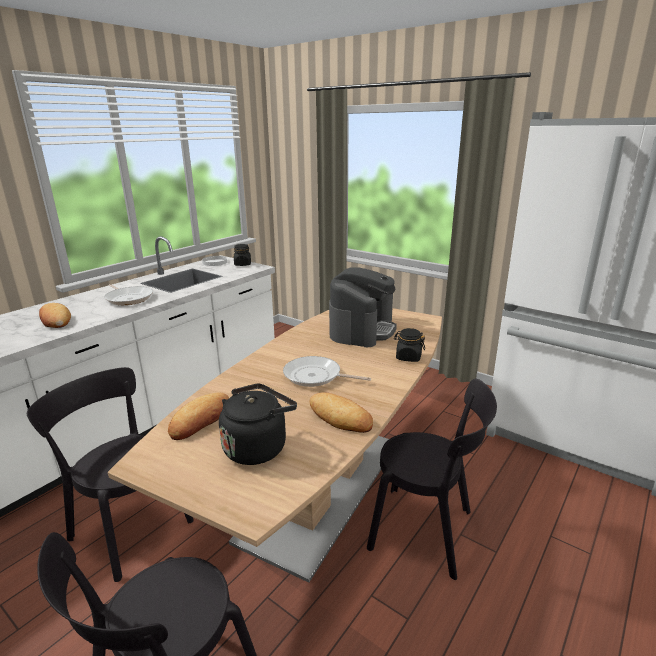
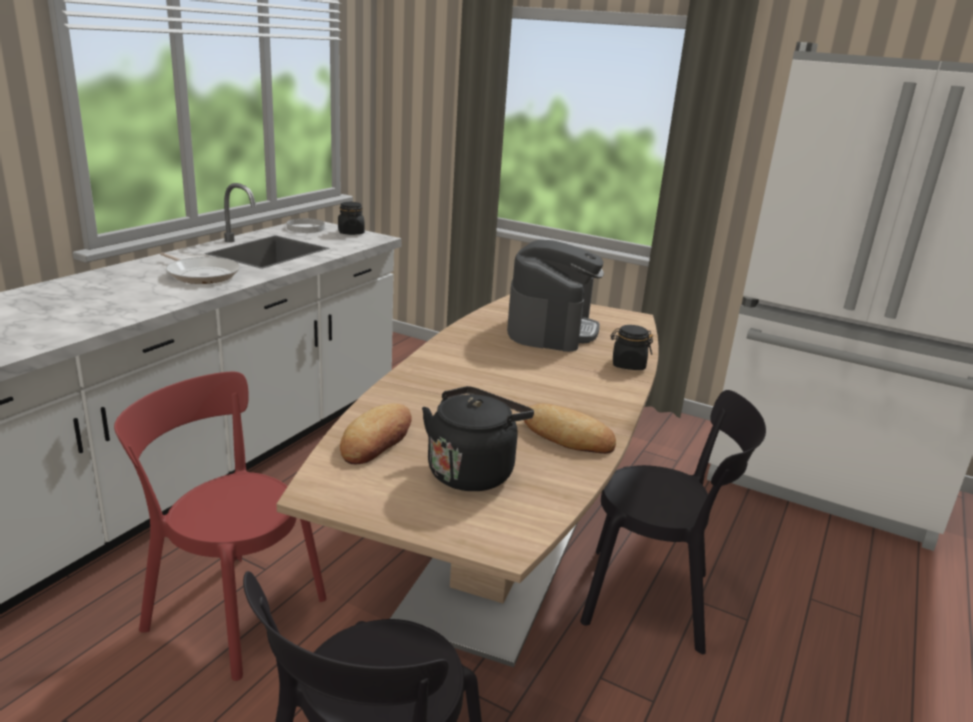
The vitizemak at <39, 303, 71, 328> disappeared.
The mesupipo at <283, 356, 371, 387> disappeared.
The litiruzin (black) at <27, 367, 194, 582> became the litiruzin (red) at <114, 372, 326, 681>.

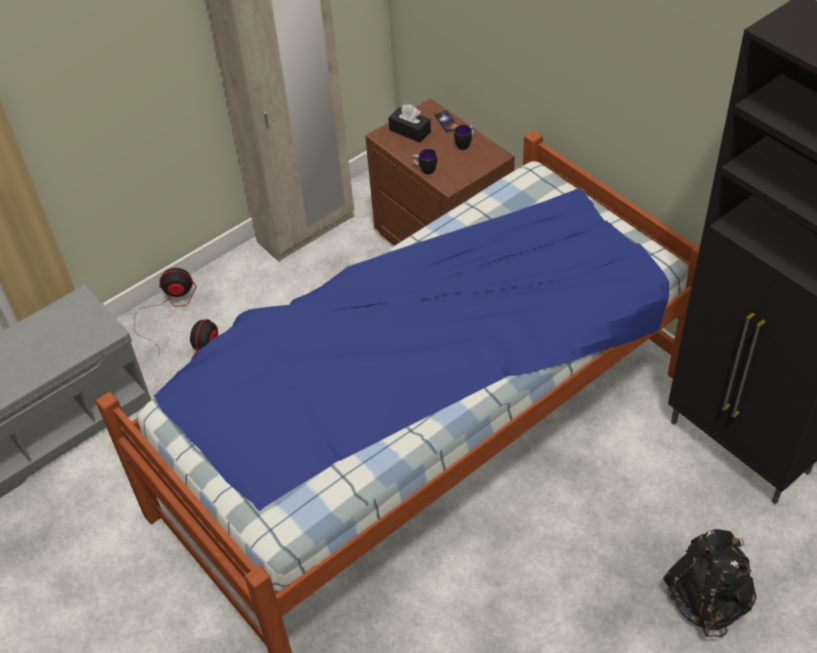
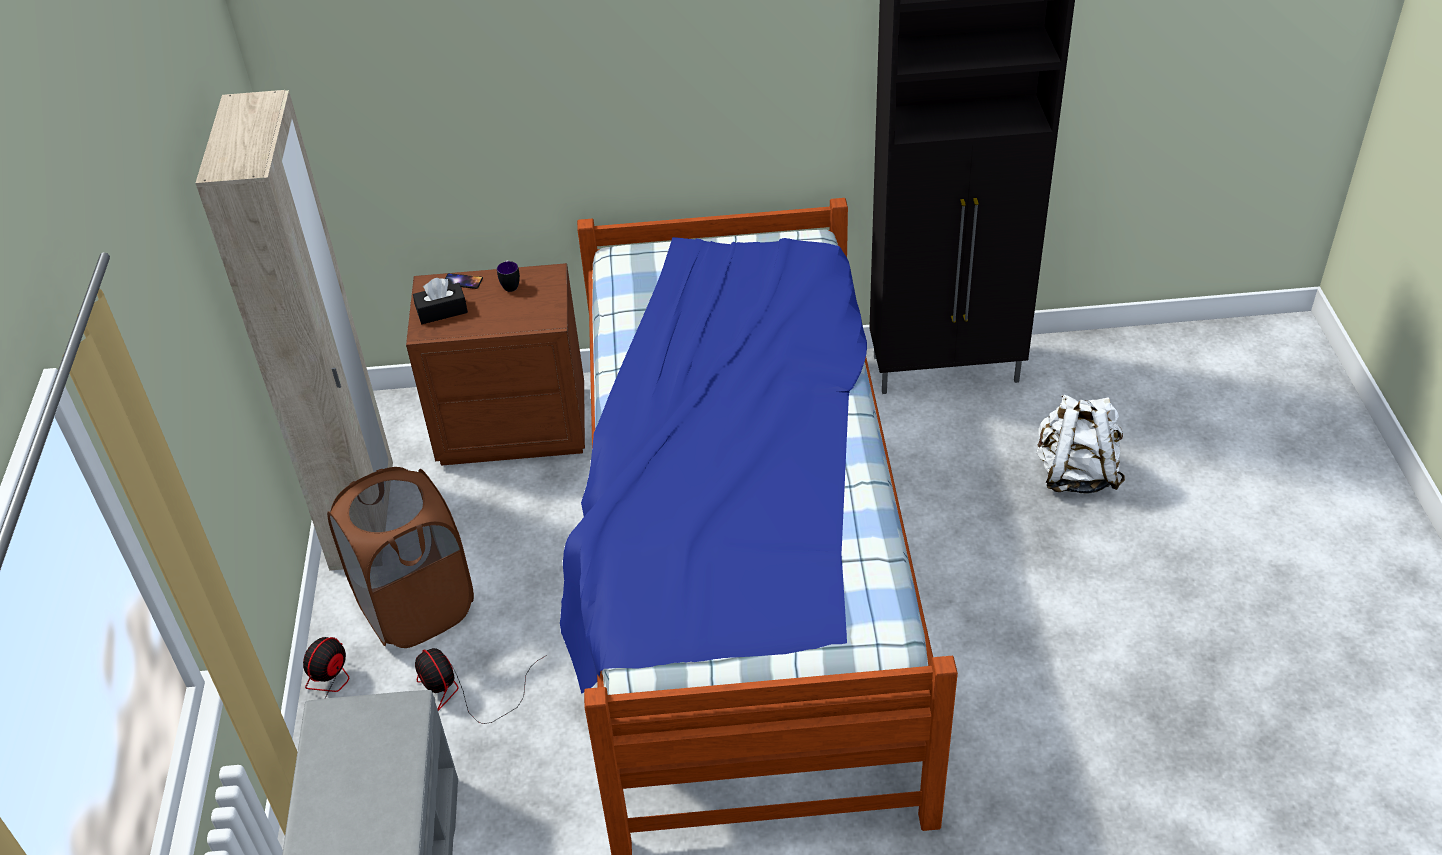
The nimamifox at <412, 149, 437, 174> disappeared.
The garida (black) at <663, 529, 757, 637> became the garida (white) at <1037, 394, 1125, 493>.
The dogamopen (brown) at <327, 467, 474, 648> appeared.

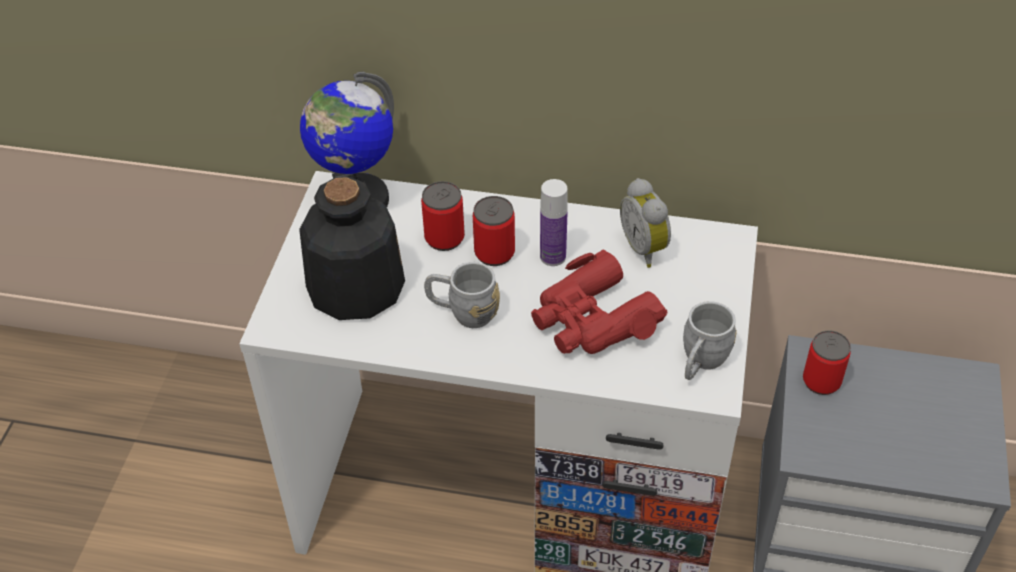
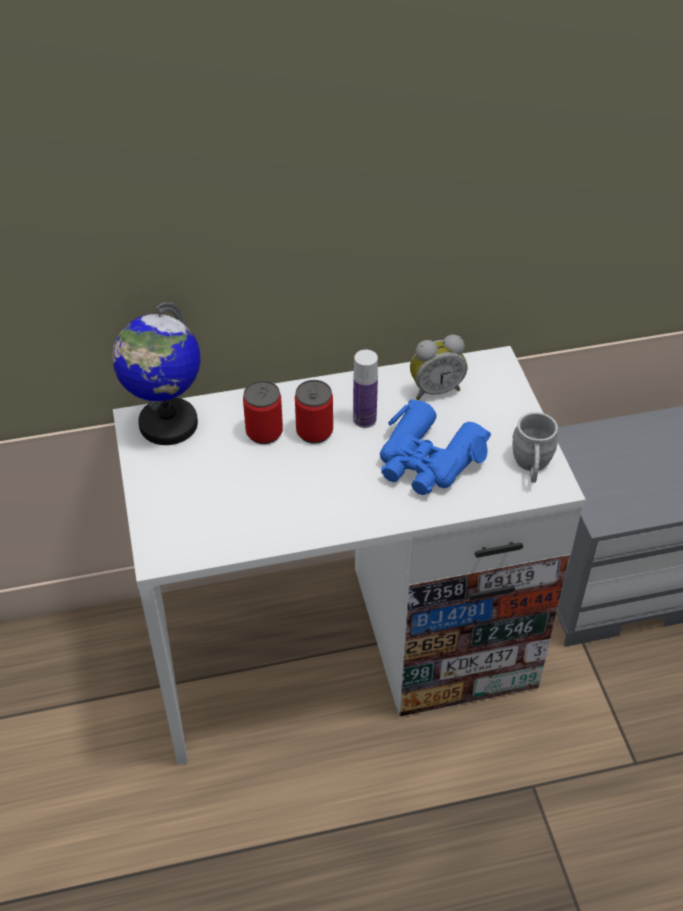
The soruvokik at <299, 177, 405, 320> disappeared.
The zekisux at <620, 178, 671, 268> turned 60 degrees counterclockwise.
The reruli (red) at <531, 249, 667, 354> became the reruli (blue) at <380, 399, 491, 495>.
The nimamifox (grey) at <424, 262, 500, 328> disappeared.
The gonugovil at <803, 331, 851, 395> disappeared.

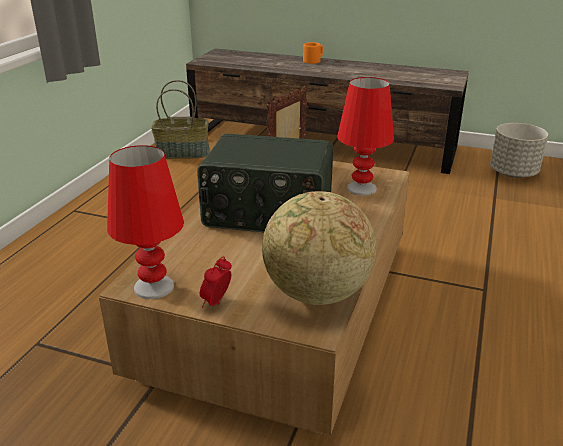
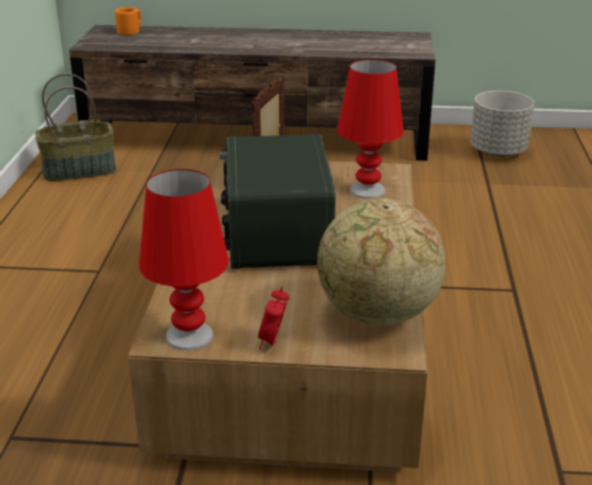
The nimamifox (orange) moved from <303, 42, 323, 64> to <115, 7, 141, 35>.
The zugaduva at <197, 134, 333, 232> turned 90 degrees clockwise.

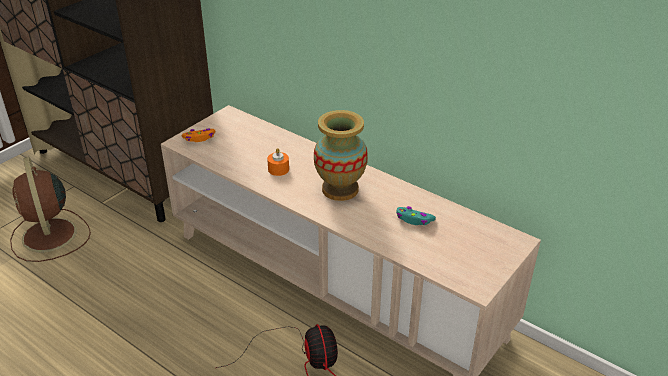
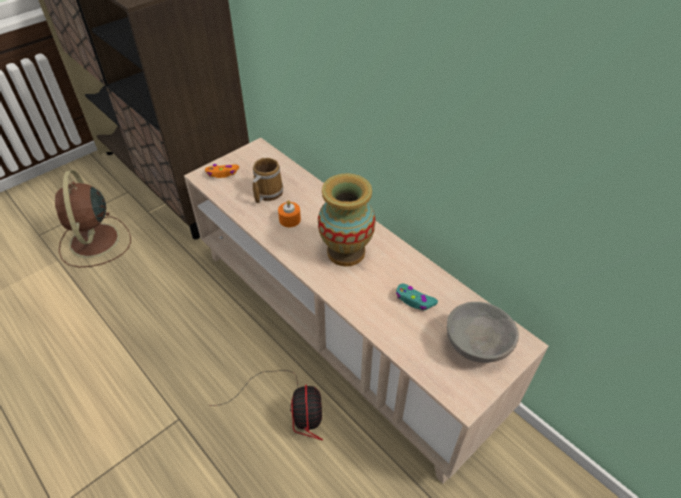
The nimamifox at <253, 158, 284, 203> appeared.
The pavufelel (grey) at <447, 302, 519, 363> appeared.

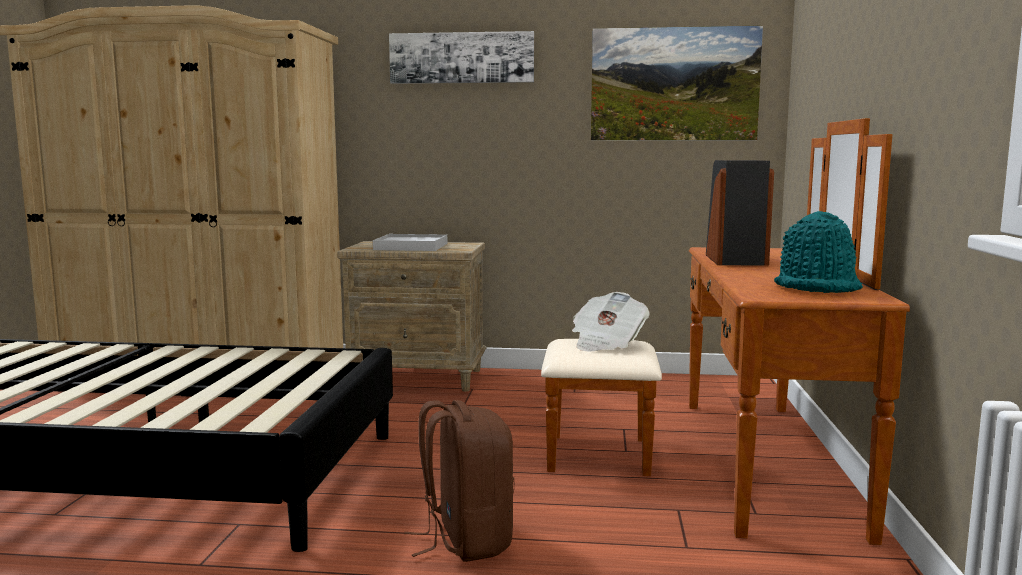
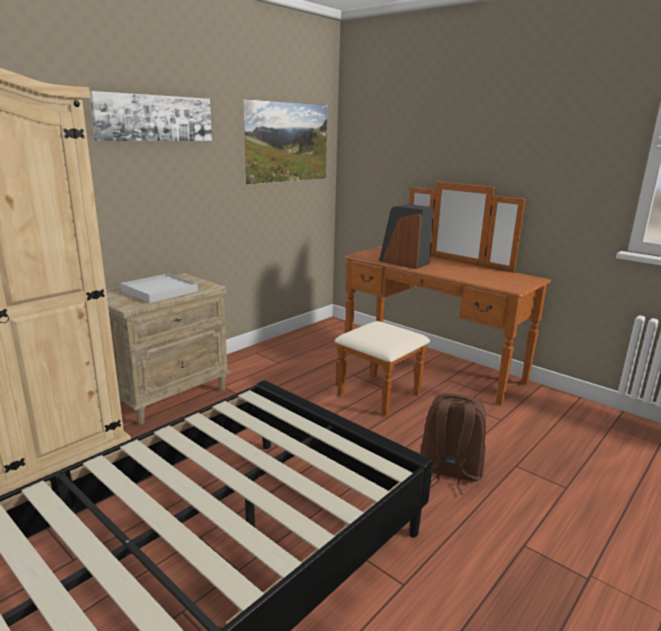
The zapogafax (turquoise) at <774, 211, 863, 293> disappeared.
The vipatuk at <572, 292, 650, 352> disappeared.

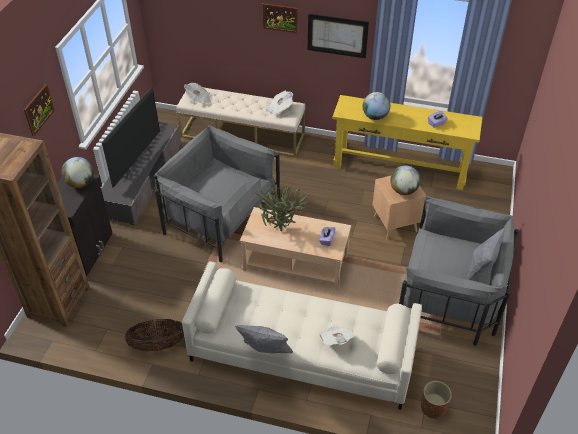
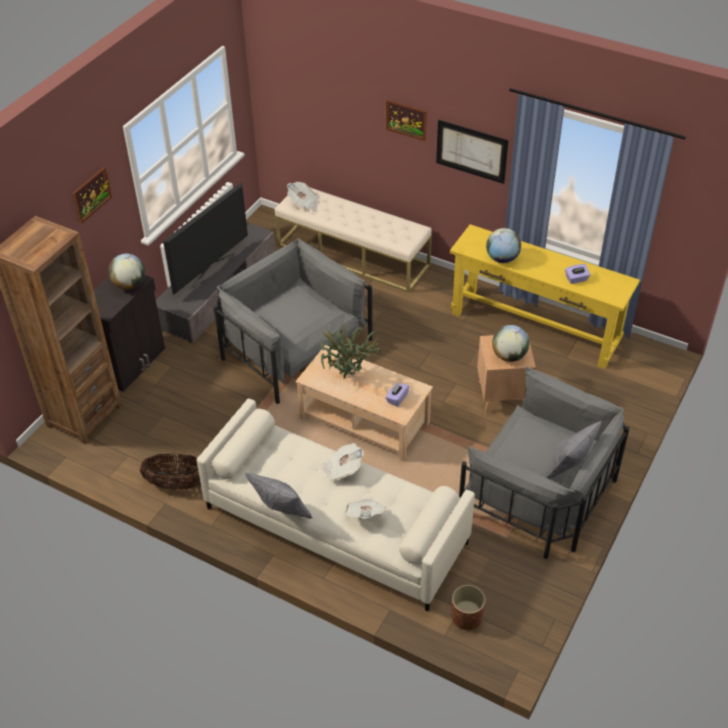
The vipatuk moved from <266, 91, 293, 115> to <321, 443, 364, 481>.

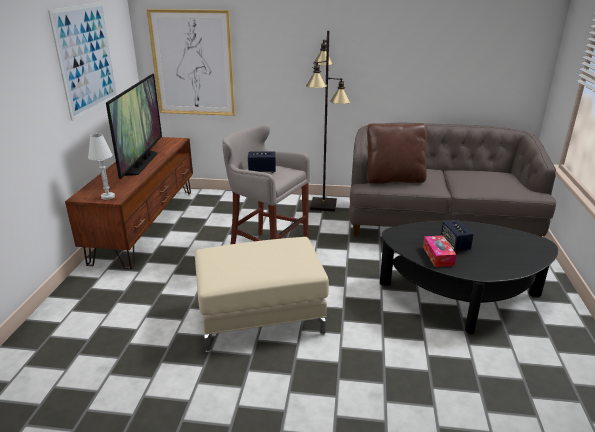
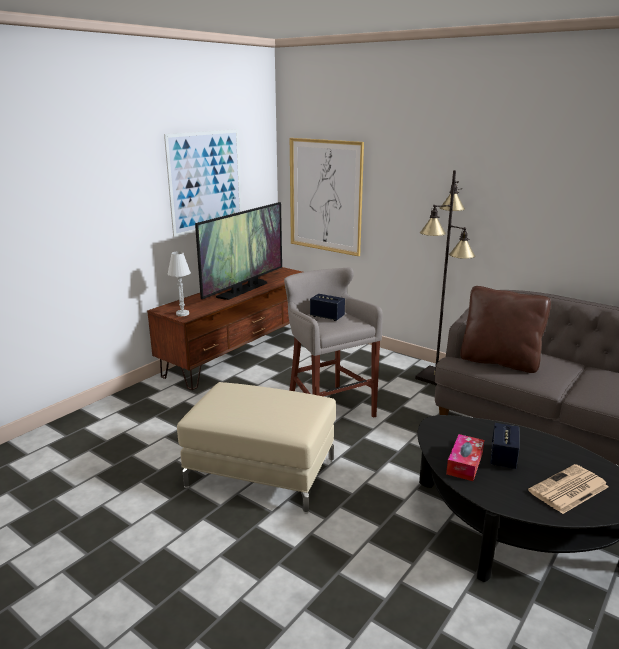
The vipatuk at <528, 464, 609, 514> appeared.

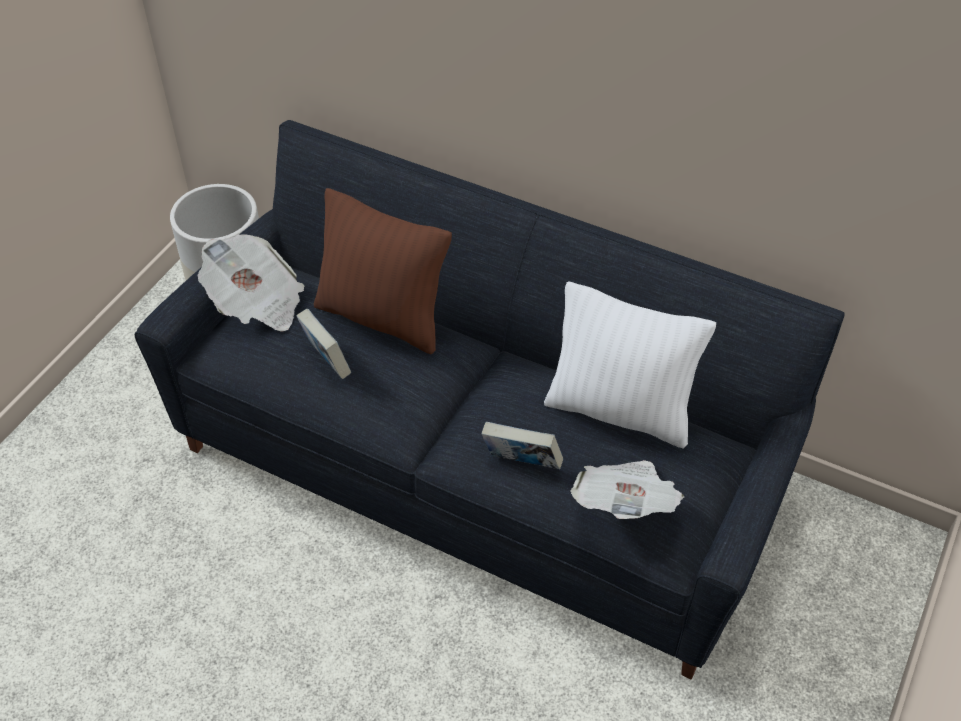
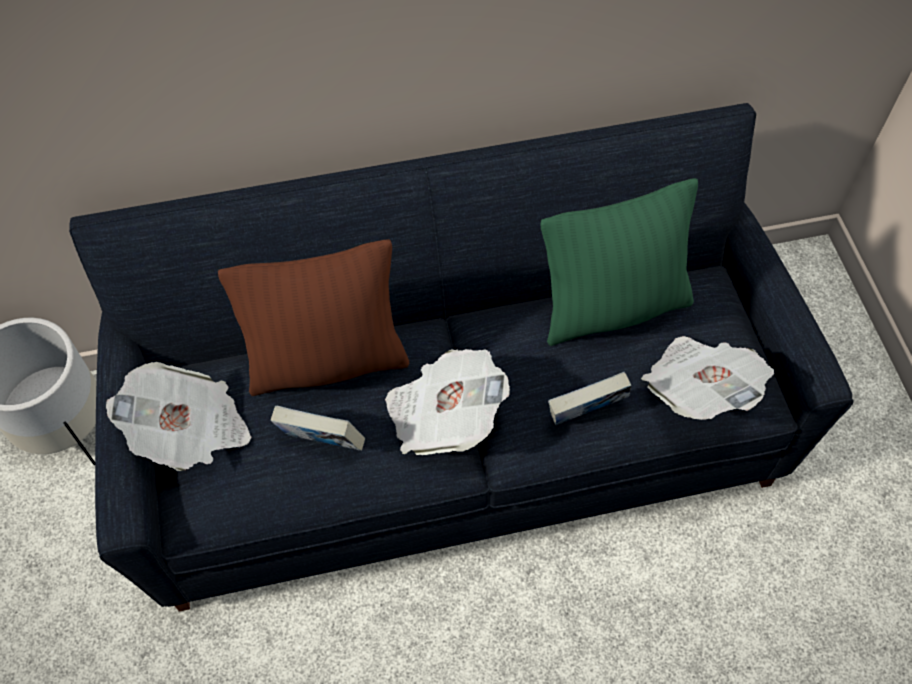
The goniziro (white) at <544, 281, 716, 449> became the goniziro (green) at <541, 178, 698, 346>.
The vipatuk at <385, 349, 510, 455> appeared.

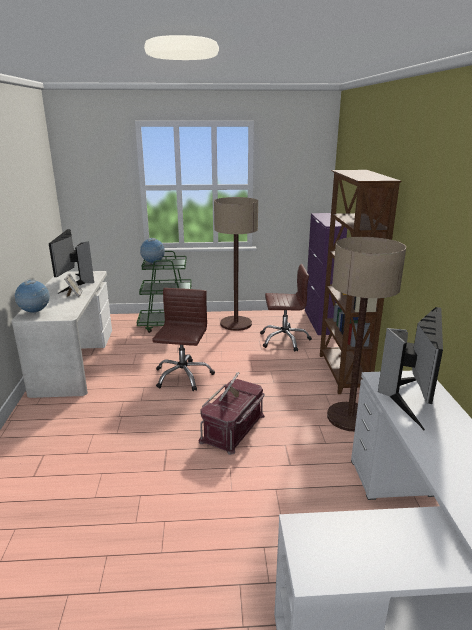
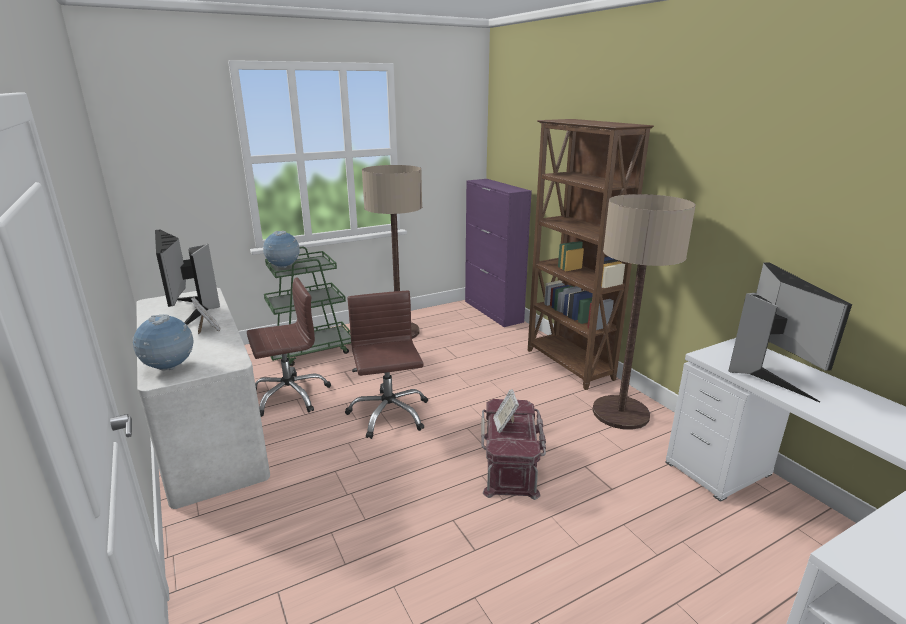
The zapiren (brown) moved from <260, 264, 312, 352> to <247, 277, 331, 417>.

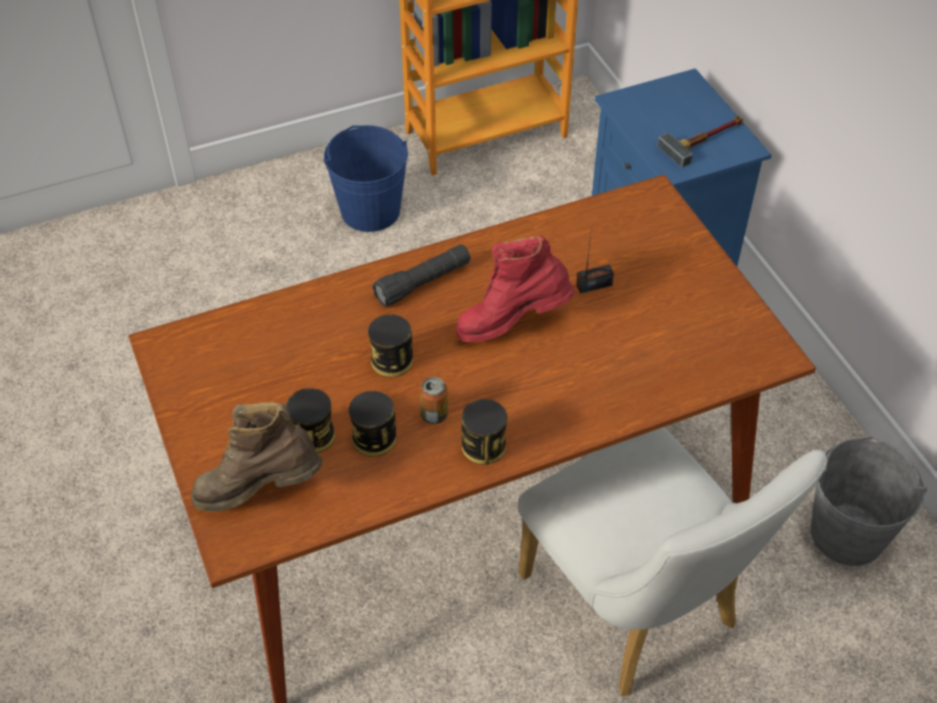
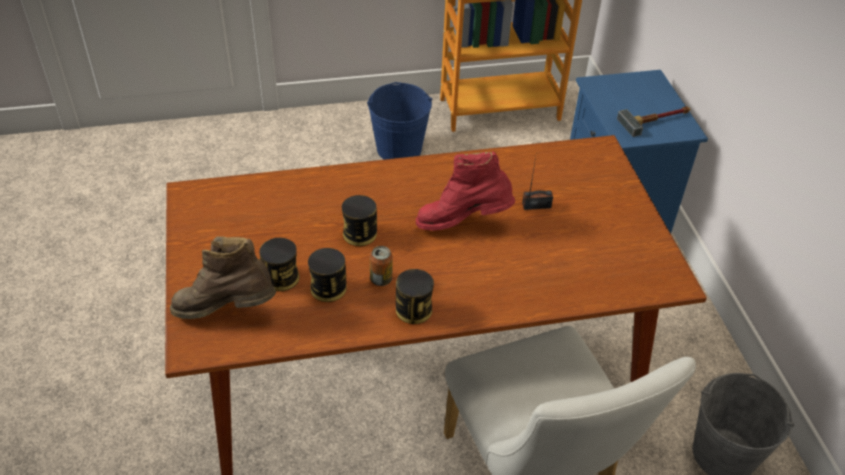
The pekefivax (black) at <372, 244, 471, 307> disappeared.

